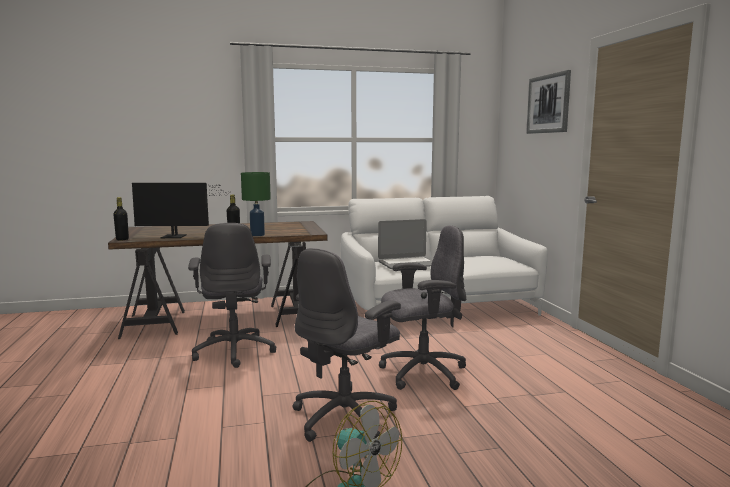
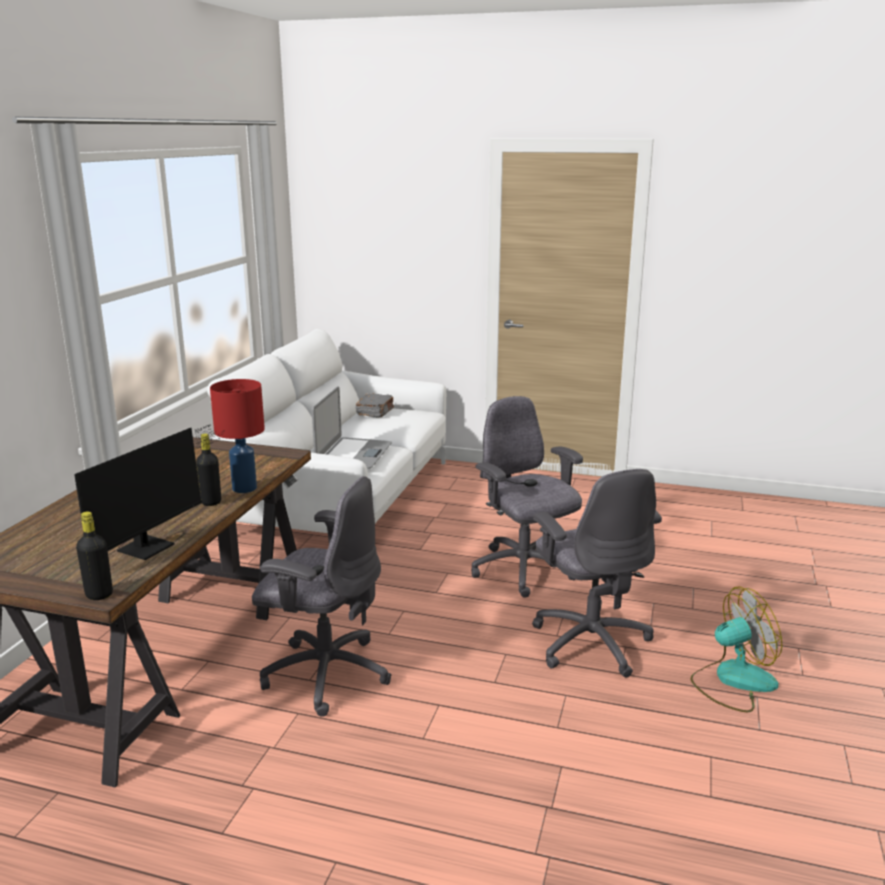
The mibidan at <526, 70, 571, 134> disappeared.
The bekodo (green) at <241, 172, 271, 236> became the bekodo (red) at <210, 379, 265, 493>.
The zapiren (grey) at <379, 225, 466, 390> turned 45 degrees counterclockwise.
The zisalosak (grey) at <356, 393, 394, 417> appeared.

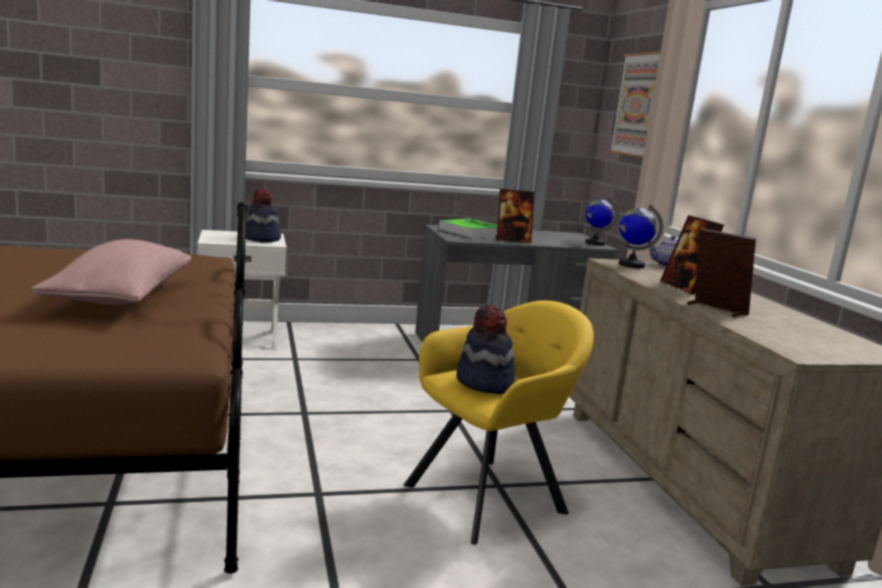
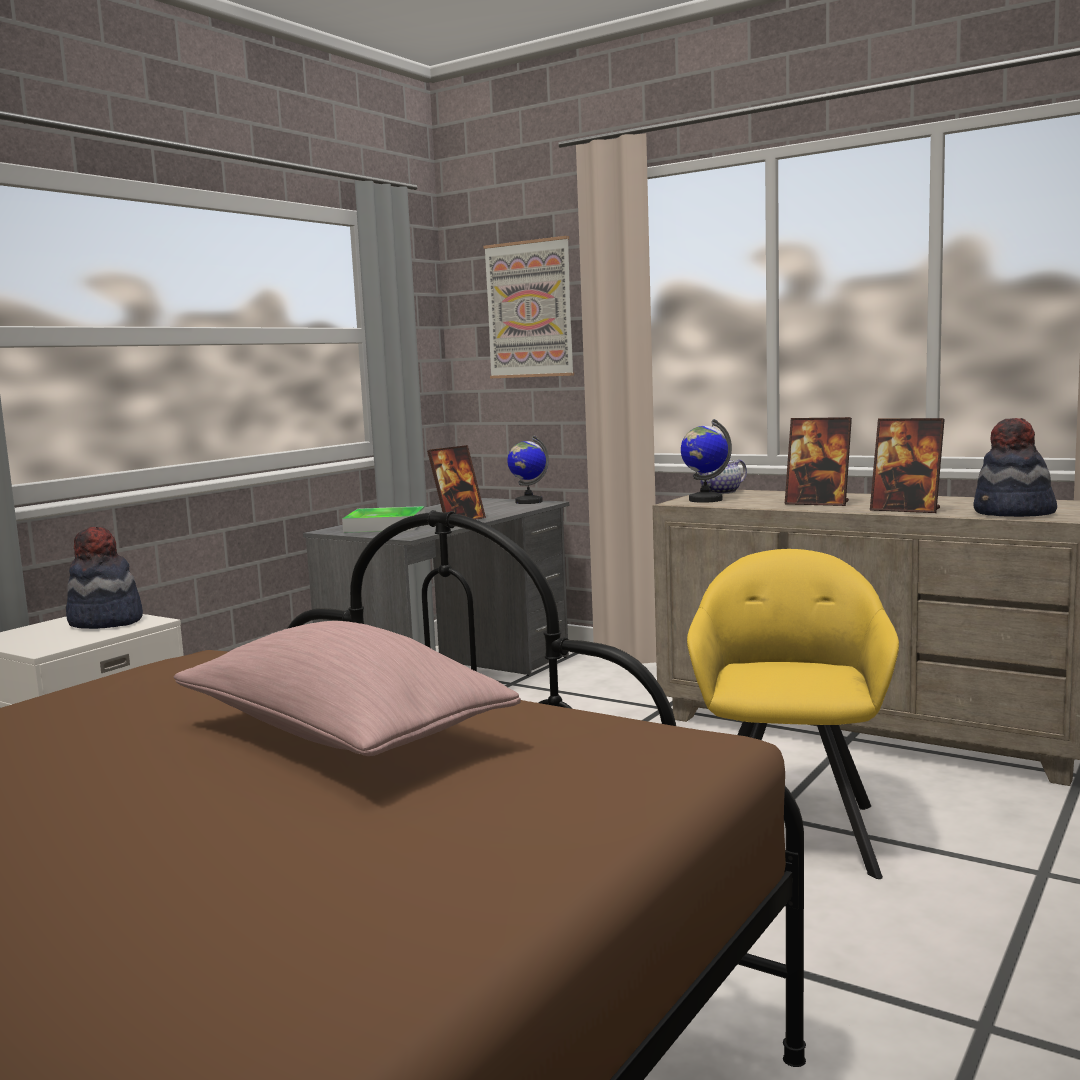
The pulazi at <687, 228, 756, 317> turned 150 degrees counterclockwise.
The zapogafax moved from <456, 304, 515, 394> to <973, 418, 1057, 517>.

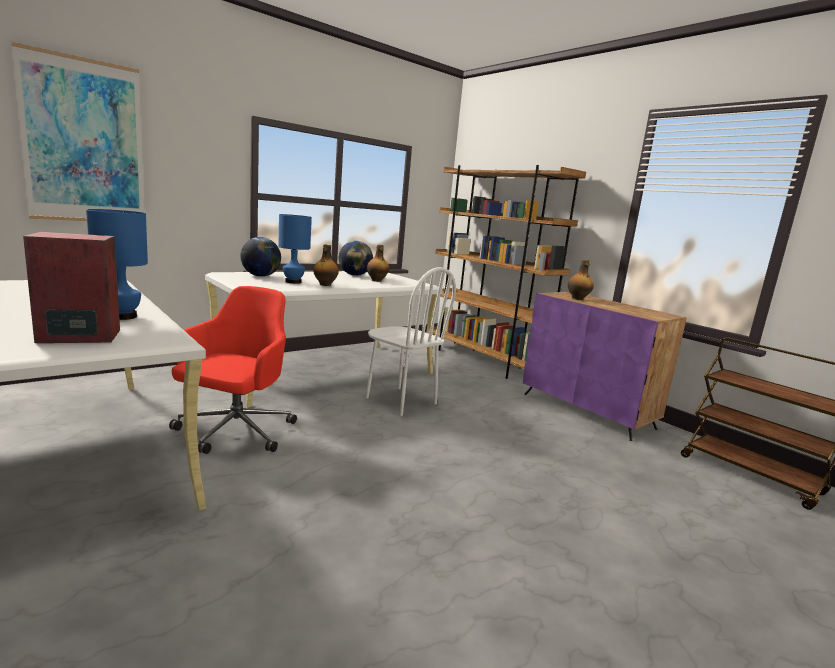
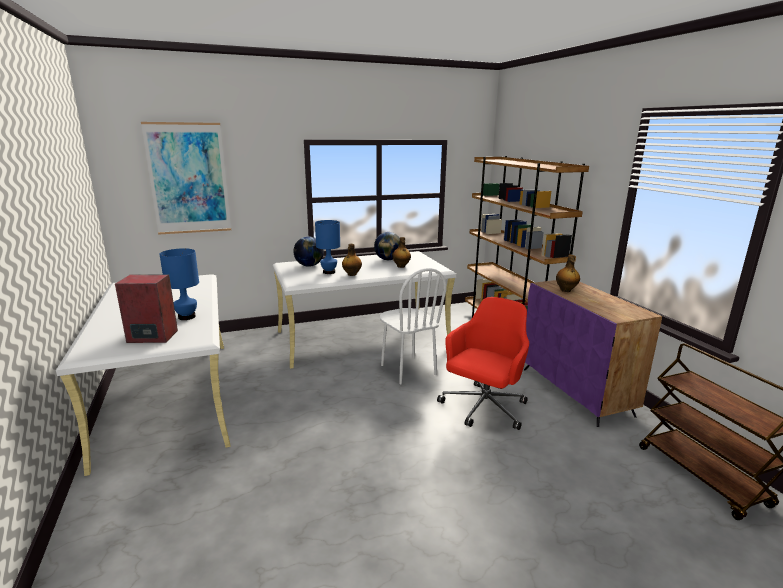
The zapiren (red) moved from <169, 286, 297, 454> to <437, 297, 529, 430>.

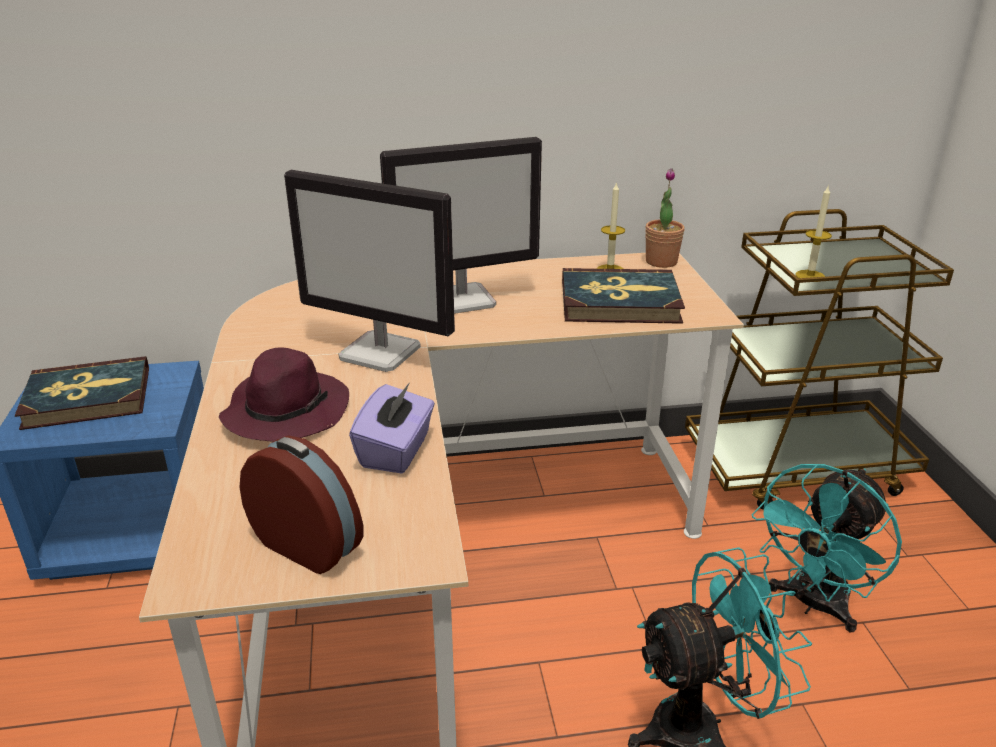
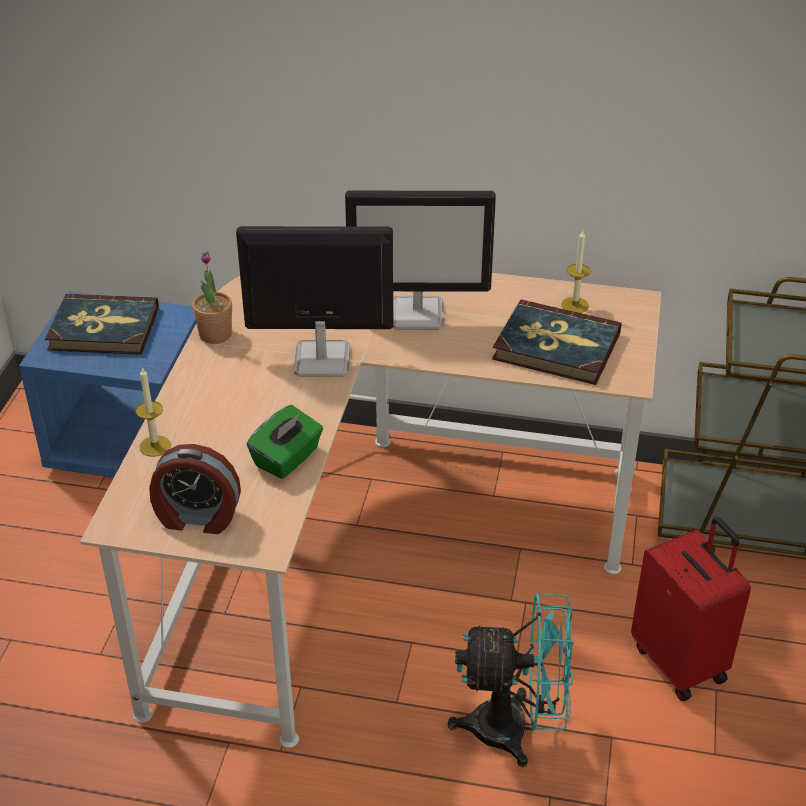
The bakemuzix moved from <645, 168, 685, 268> to <192, 252, 232, 344>.
The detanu at <284, 170, 455, 372> turned 135 degrees clockwise.
The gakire moved from <795, 185, 832, 278> to <136, 367, 171, 457>.
The zapogafax (purple) at <219, 347, 349, 442> disappeared.
The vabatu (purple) at <349, 384, 435, 474> became the vabatu (green) at <247, 405, 323, 479>.
The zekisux at <239, 436, 363, 574> turned 135 degrees clockwise.
The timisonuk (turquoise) at <751, 464, 902, 632> was replaced by the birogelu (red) at <631, 517, 751, 701>.

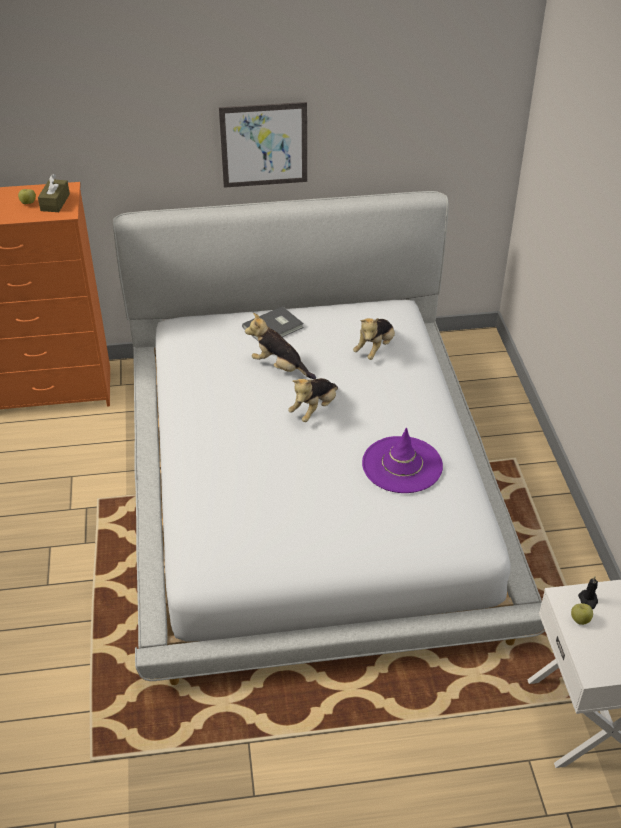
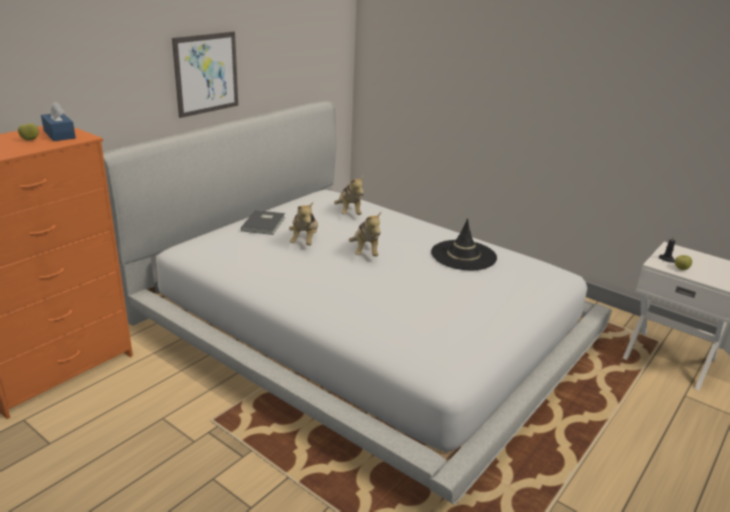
The vabatu (brown) at <38, 174, 70, 212> became the vabatu (blue) at <41, 101, 76, 141>.
The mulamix at <245, 313, 316, 379> turned 75 degrees counterclockwise.
The zapogafax (purple) at <362, 428, 443, 493> became the zapogafax (black) at <431, 218, 497, 270>.

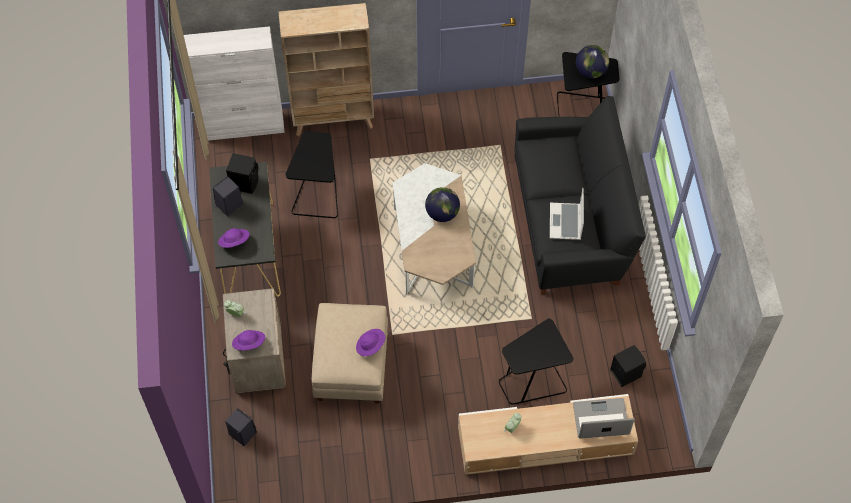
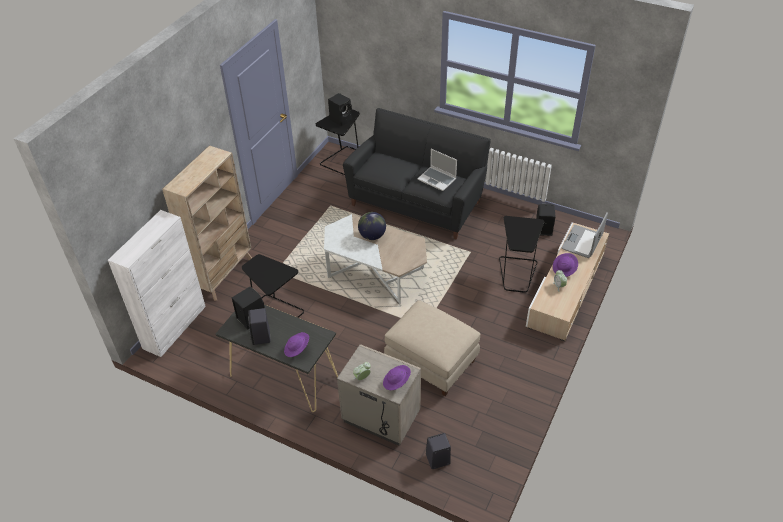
The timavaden at <576, 45, 609, 79> was replaced by the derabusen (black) at <328, 93, 352, 126>.
The zapogafax (purple) moved from <356, 329, 385, 356> to <553, 253, 578, 277>.

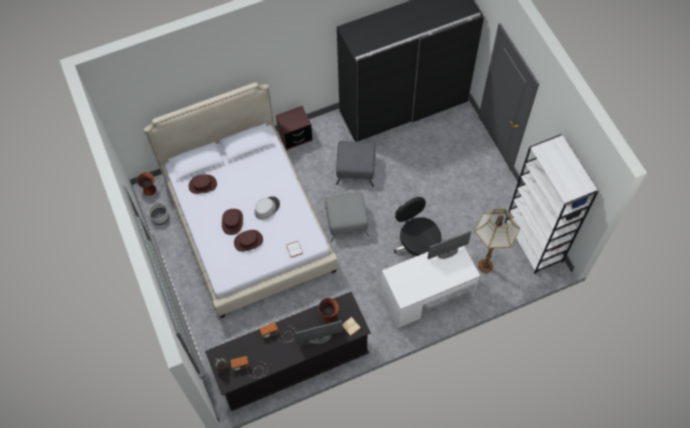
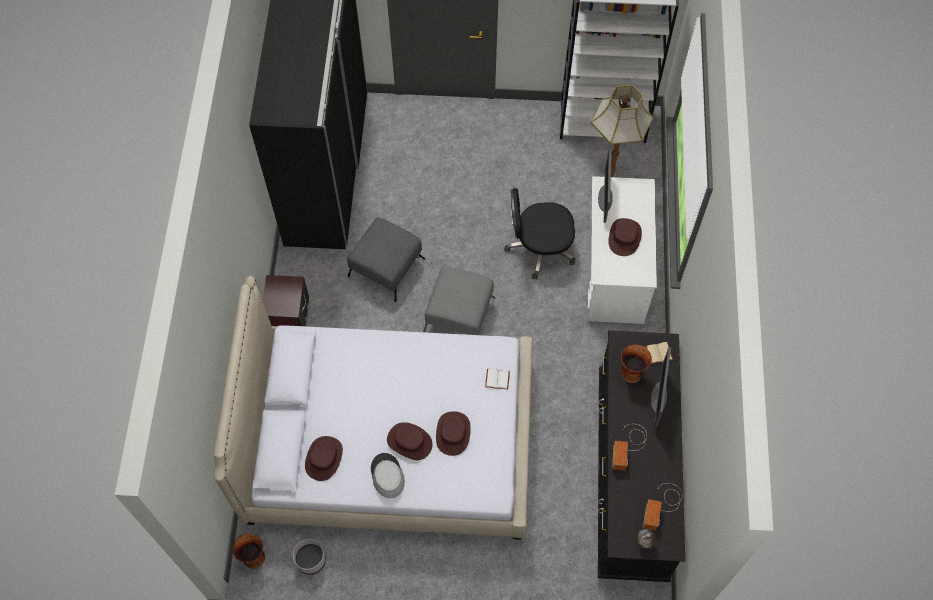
The zapogafax (grey) moved from <254, 196, 280, 220> to <371, 453, 405, 498>.
The zapogafax (brown) at <608, 218, 642, 256> appeared.

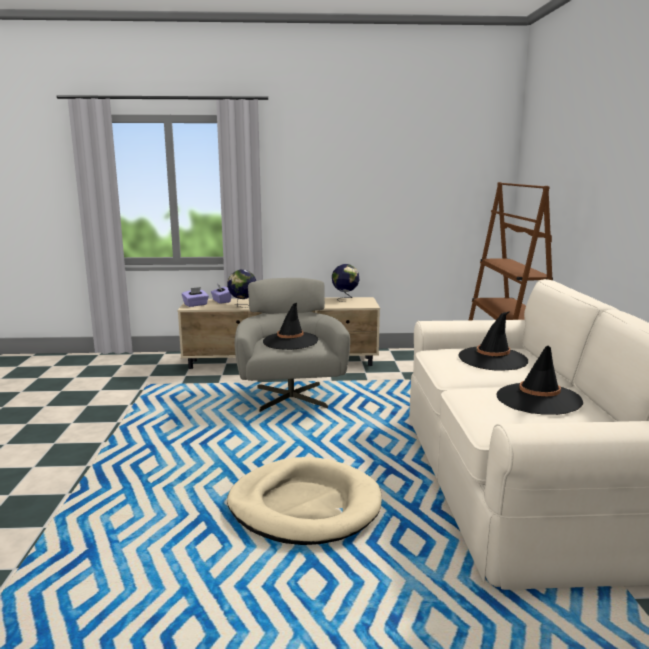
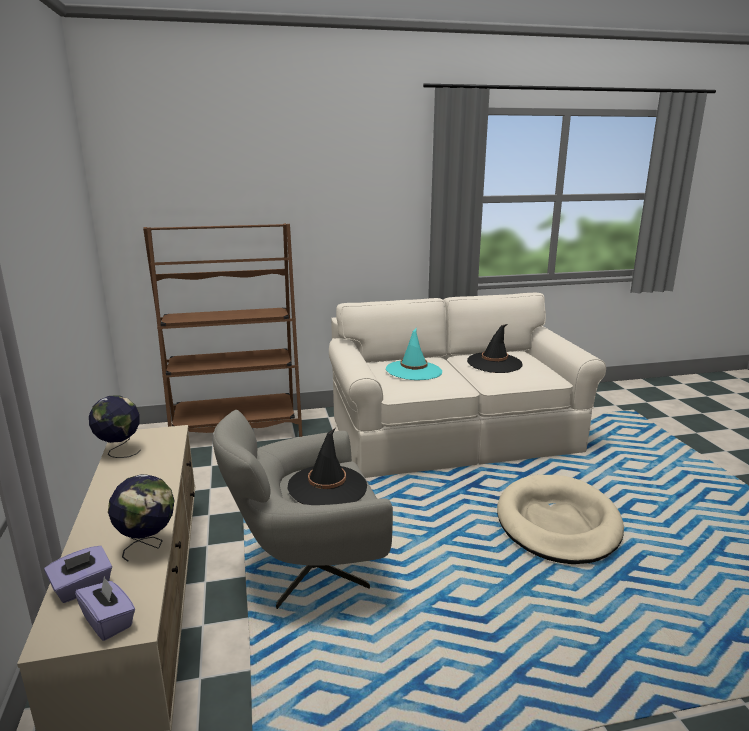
The zapogafax (black) at <459, 311, 528, 371> became the zapogafax (turquoise) at <386, 327, 442, 380>.

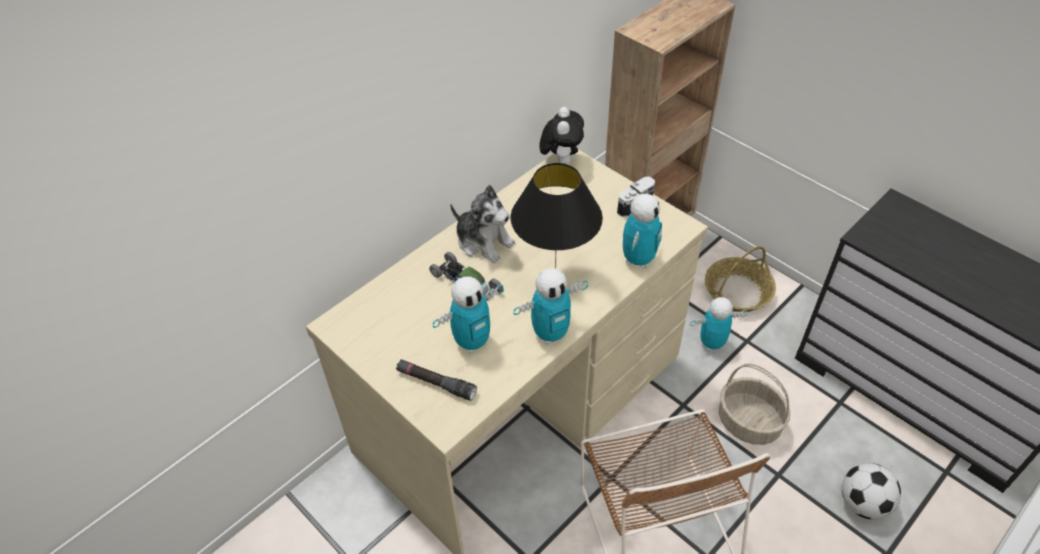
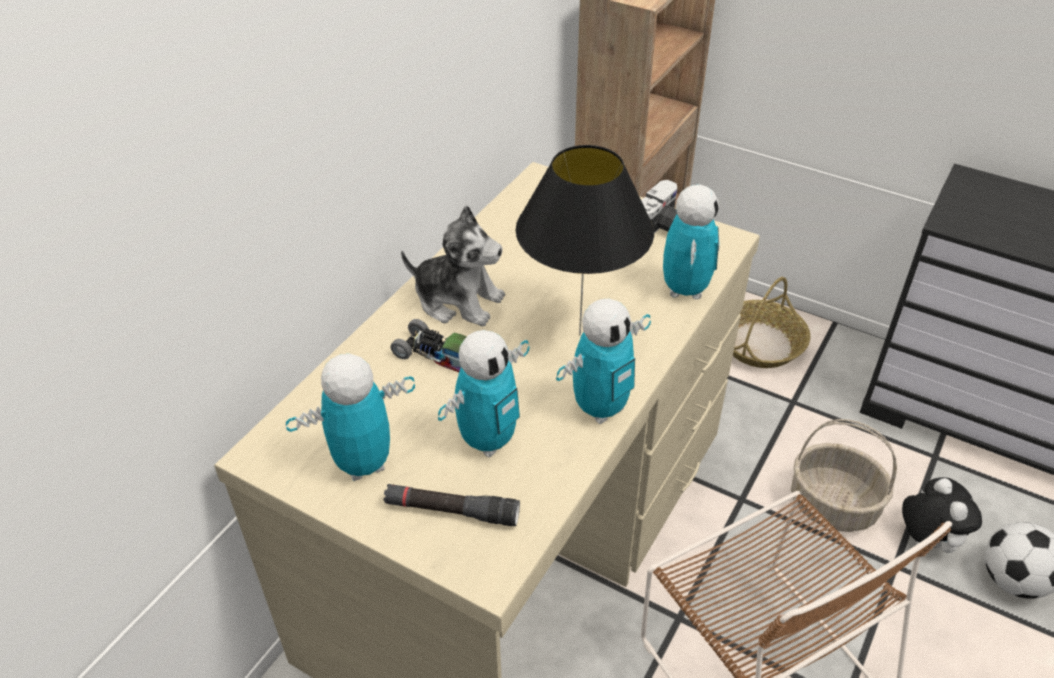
The mulamix moved from <540, 107, 584, 165> to <902, 477, 982, 553>.
The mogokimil moved from <690, 297, 747, 351> to <286, 354, 415, 481>.

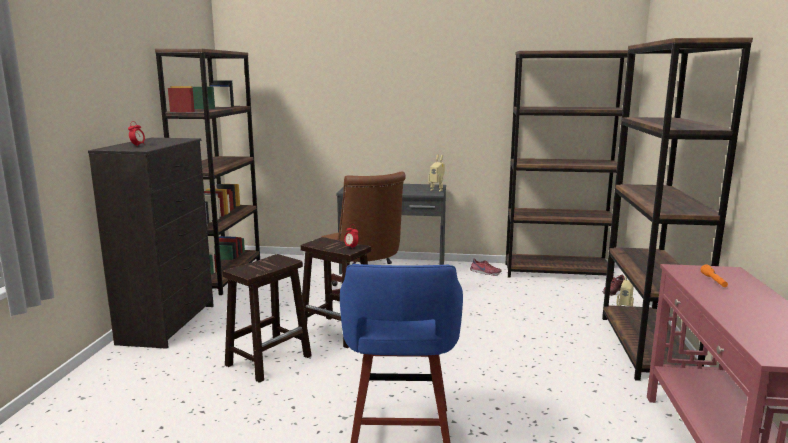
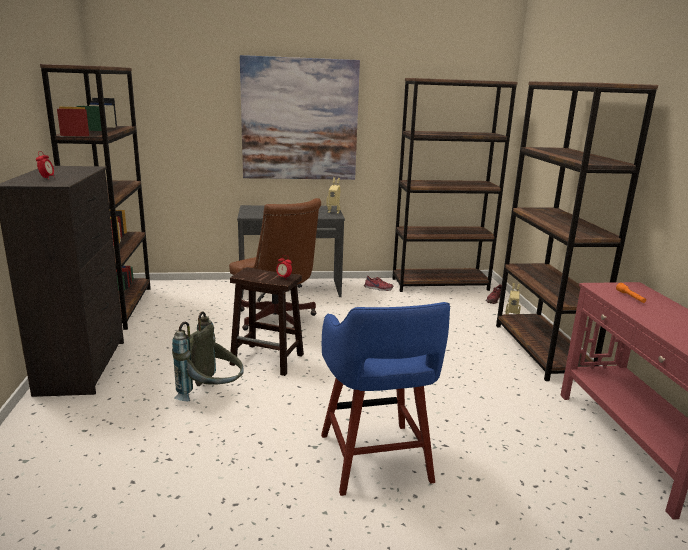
The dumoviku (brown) at <222, 254, 312, 383> was replaced by the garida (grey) at <172, 312, 244, 401>.
The mibidan at <240, 55, 360, 180> appeared.

